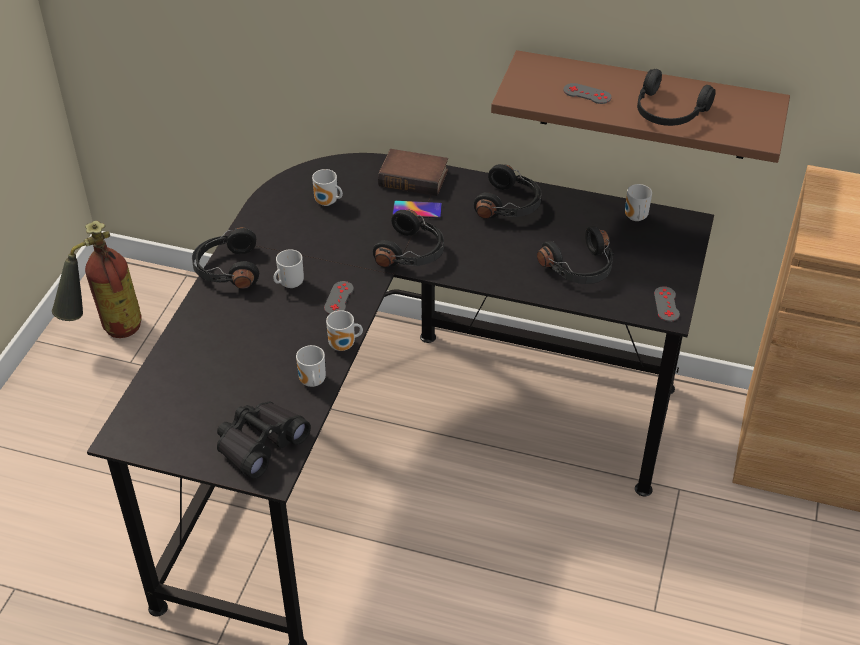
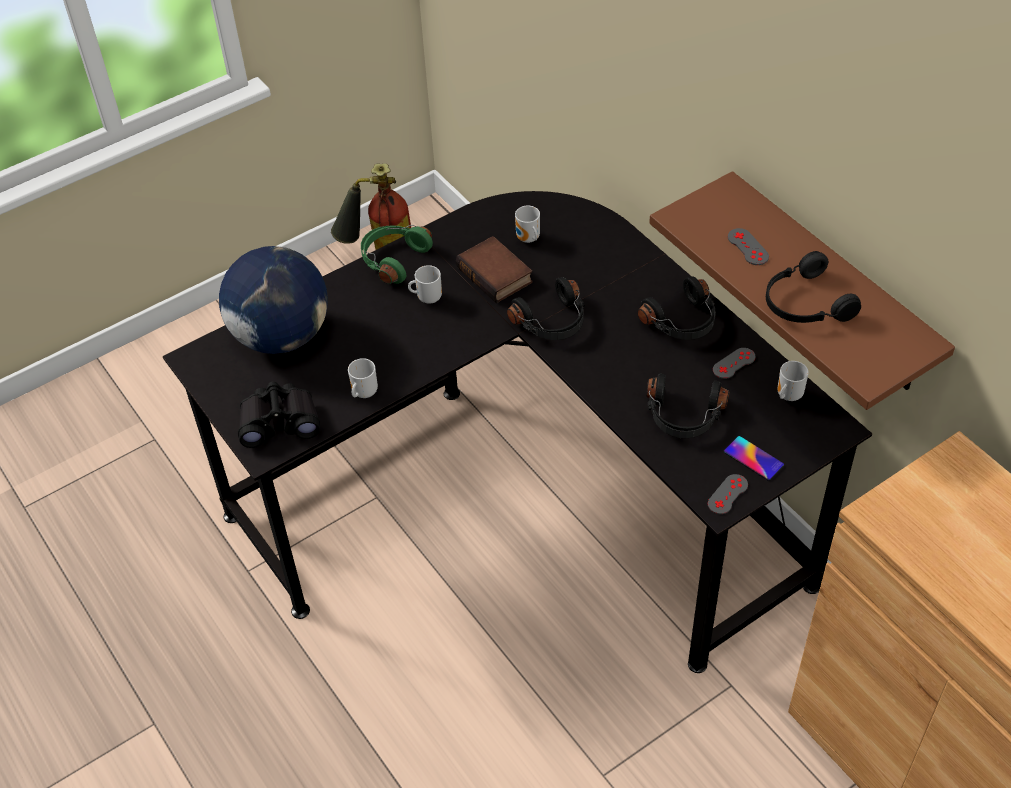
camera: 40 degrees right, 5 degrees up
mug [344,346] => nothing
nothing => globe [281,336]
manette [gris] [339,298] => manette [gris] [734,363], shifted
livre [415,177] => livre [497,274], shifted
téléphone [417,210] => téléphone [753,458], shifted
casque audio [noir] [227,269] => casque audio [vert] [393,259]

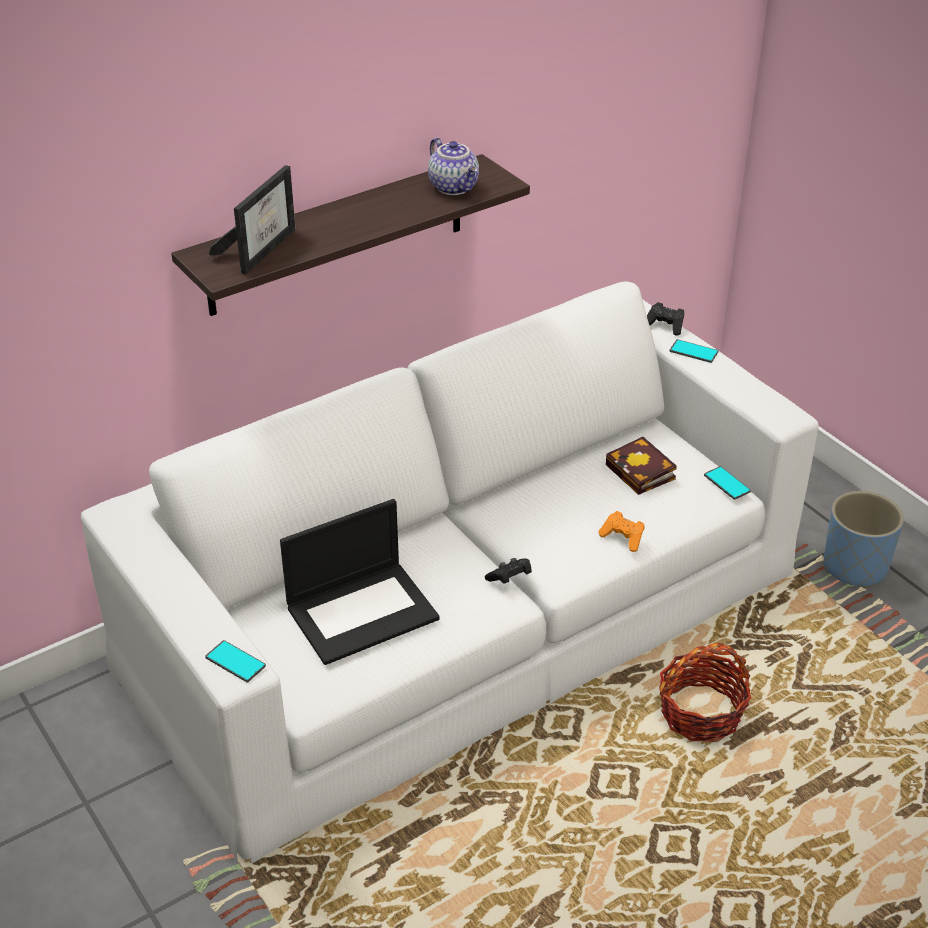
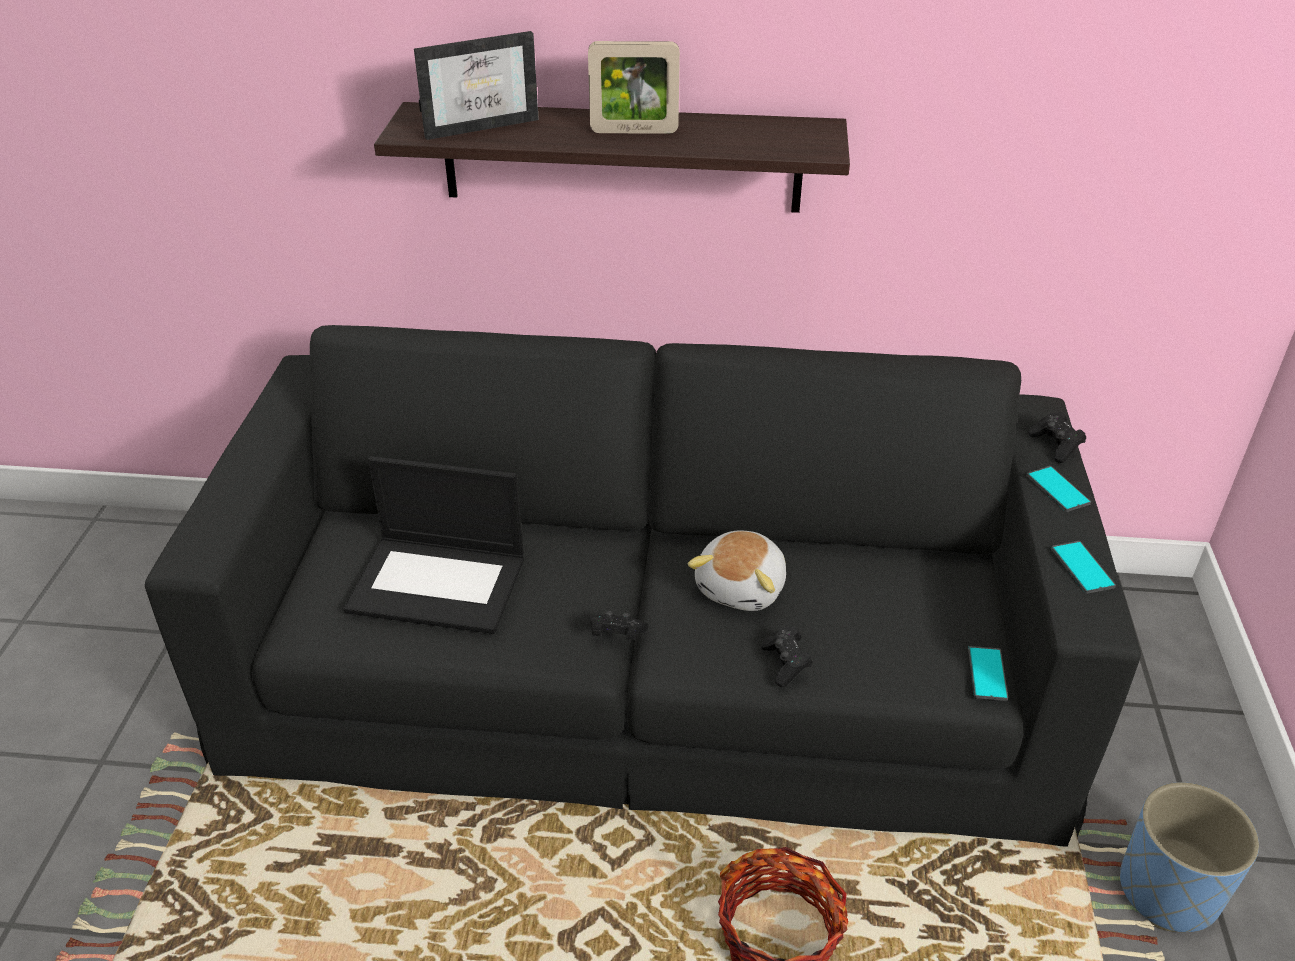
camera: 40 degrees right, 0 degrees up
théière [455,187] => nothing
livre [643,473] => nothing
nothing => cadre photo [634,131]
nothing => peluche [743,587]
téléphone [235,662] => téléphone [1082,568], shifted
canapé [blanc] [464,616] => canapé [noir] [648,665]
manette [orange] [623,538] => manette [noir] [786,664]

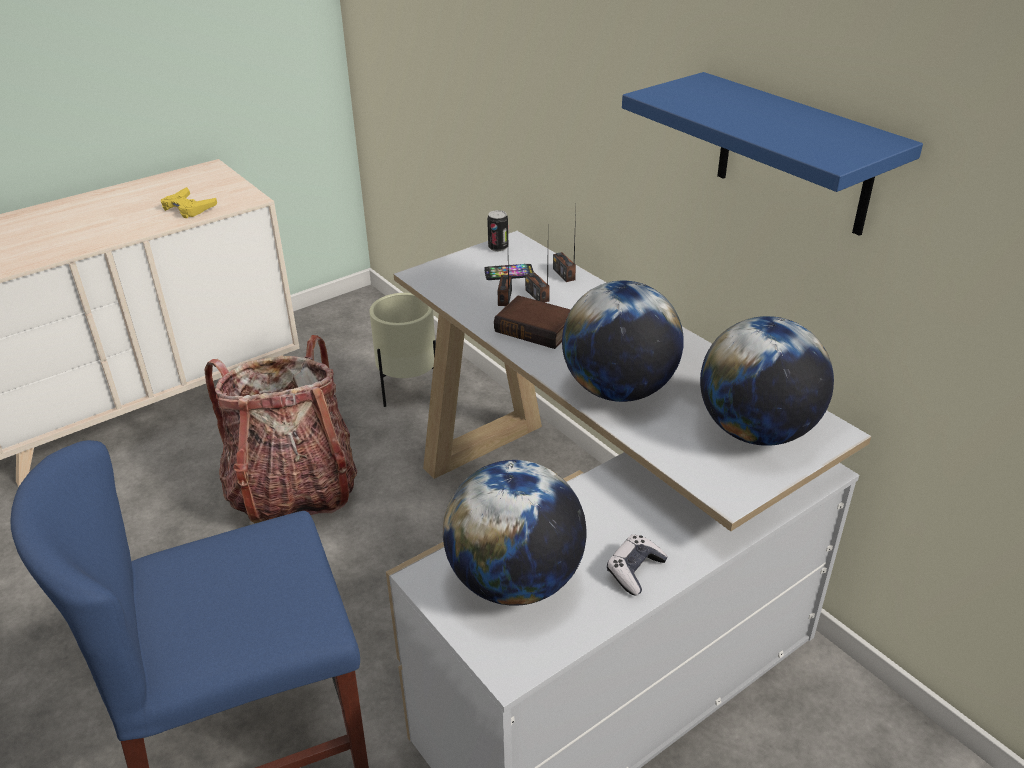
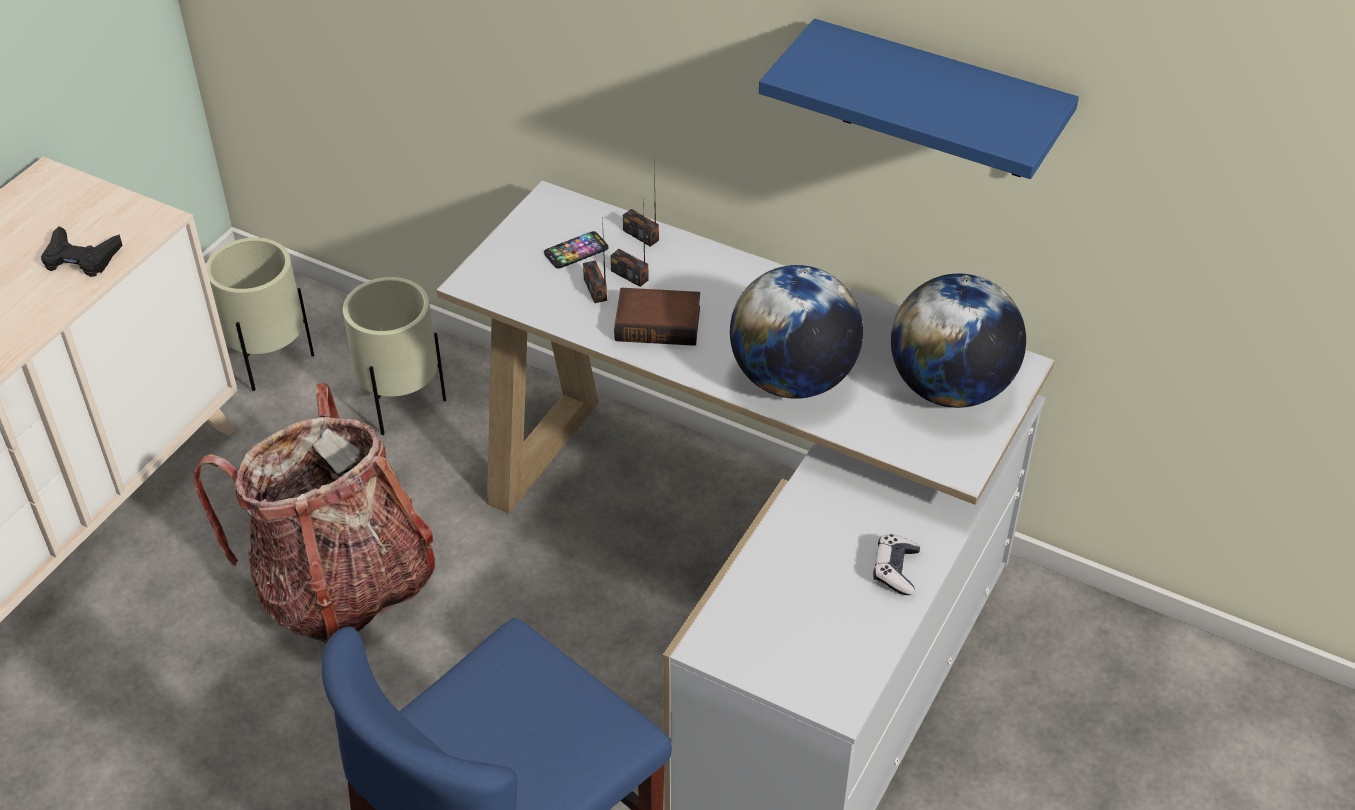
camera: 25 degrees left, 10 degrees up
globe [515,581] => nothing
boîte métallique [498,247] => nothing
nothing => cache-pot [beige] [272,363]
manette [jaune] [188,208] => manette [noir] [81,258]

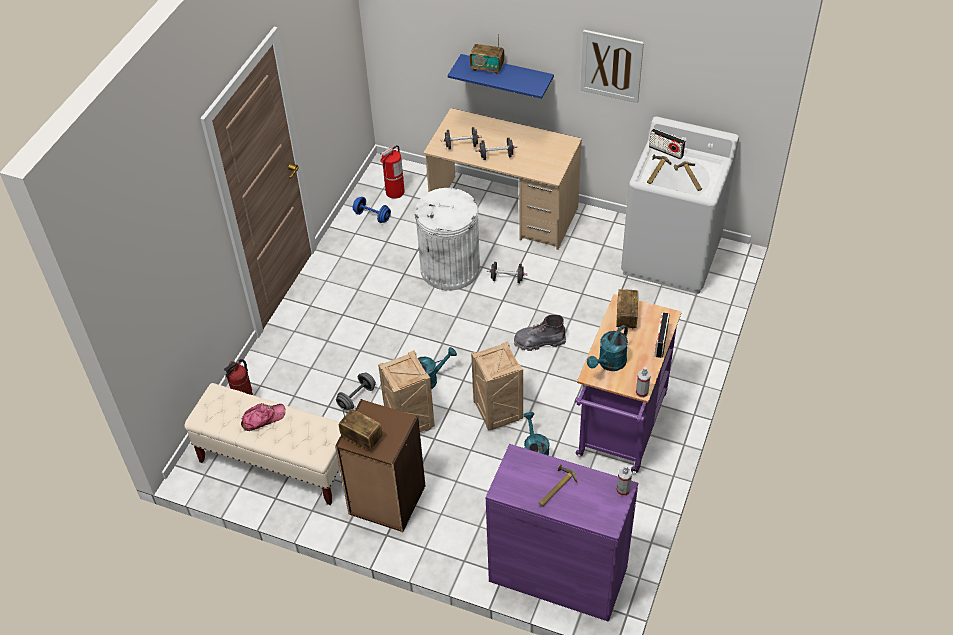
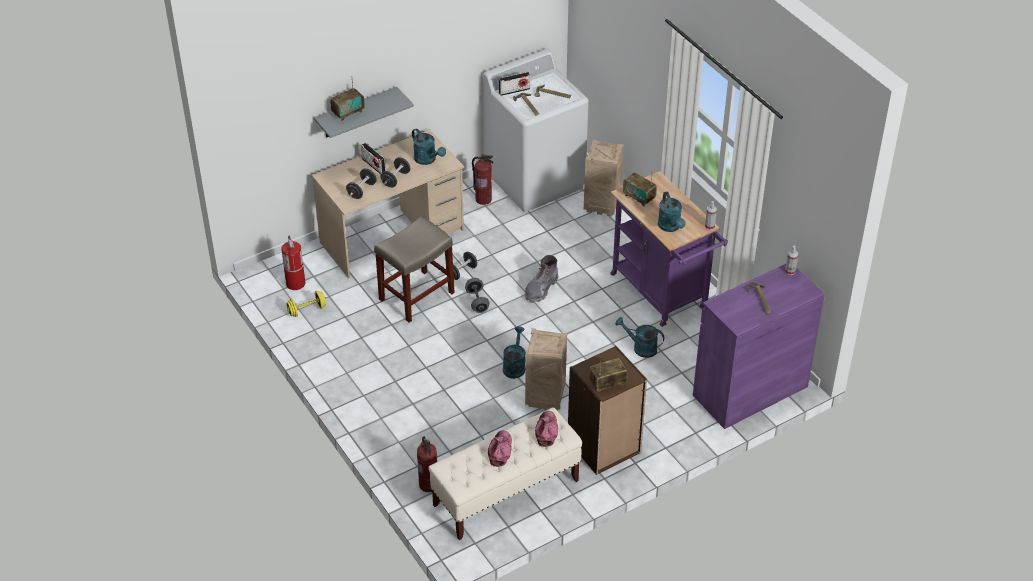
camera: 55 degrees left, 5 degrees down
tableau [611,66] => nothing
nothing => arrosoir [turquoise] [428,160]
nothing => extincteur [483,199]
nothing => casquette [546,430]
haltère [gris] [356,397] => haltère [gris] [477,301], shifted
caisse [499,414] => caisse [603,205], shifted
radio [661,342] => radio [373,165], shifted
poubelle [blanc] [449,269] => tabouret [beige] [416,297]
haltère [bleu] [372,216] => haltère [jaune] [307,310]
étagère [bleu] [507,76] => étagère [gris] [356,113]

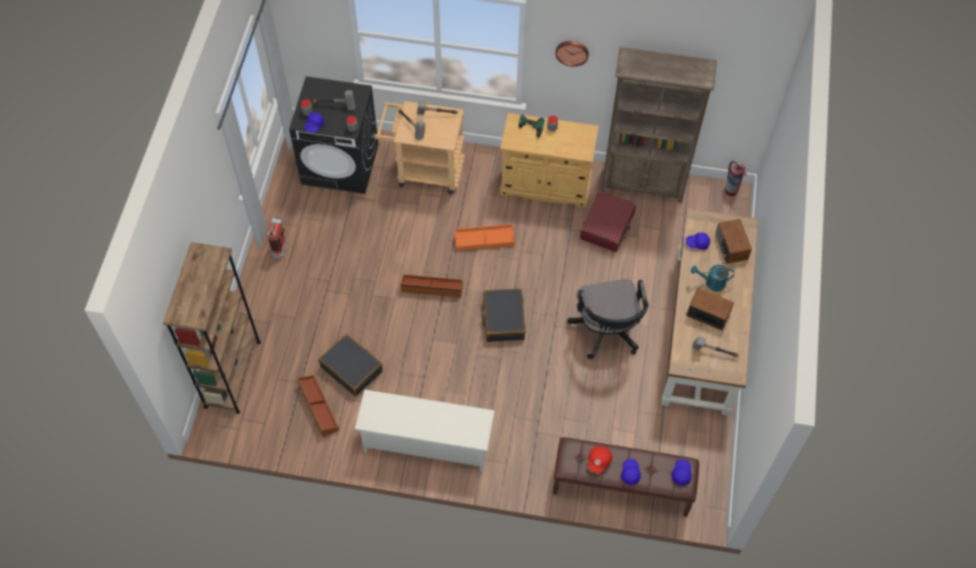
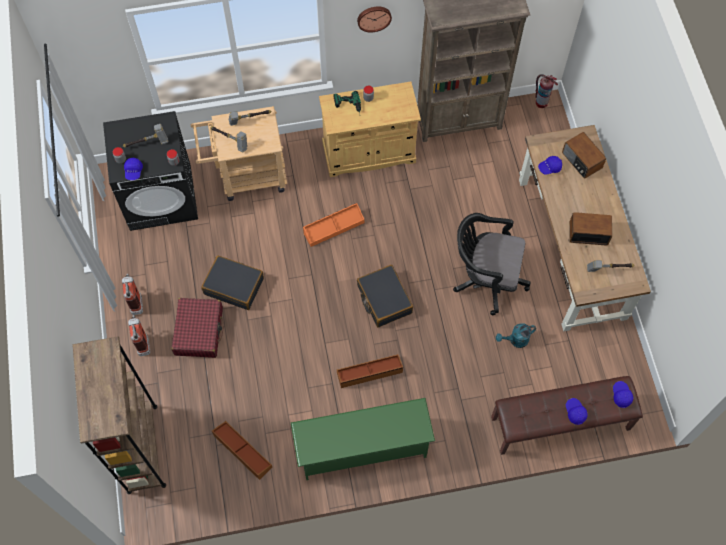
camera: 20 degrees left, 5 degrees up
casquette [rouge] [599,461] => nothing
nothing => extincteur [143,341]
valise [noir] [352,368] => valise [noir] [234,286], shifted
boîte de rangement [marron] [432,288] => boîte de rangement [marron] [369,373], shifted
valise [rouge] [607,226] => valise [rouge] [199,331], shifted
arrosoir [turquoise] [711,283] => arrosoir [turquoise] [515,340], shifted
étagère à chaussures [blanc] [426,443] => étagère à chaussures [vert] [362,448]
chaise de bureau [noir] [607,332] => chaise de bureau [noir] [485,278], 135 degrees clockwise

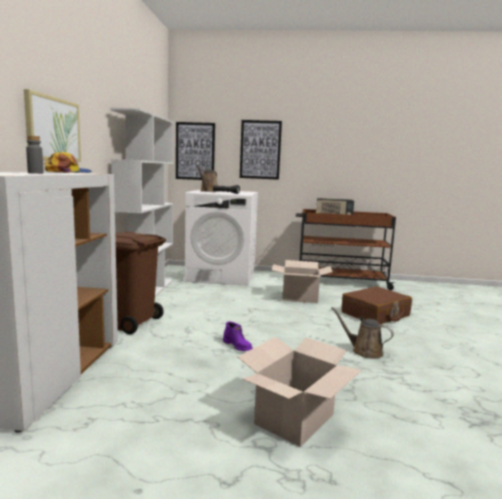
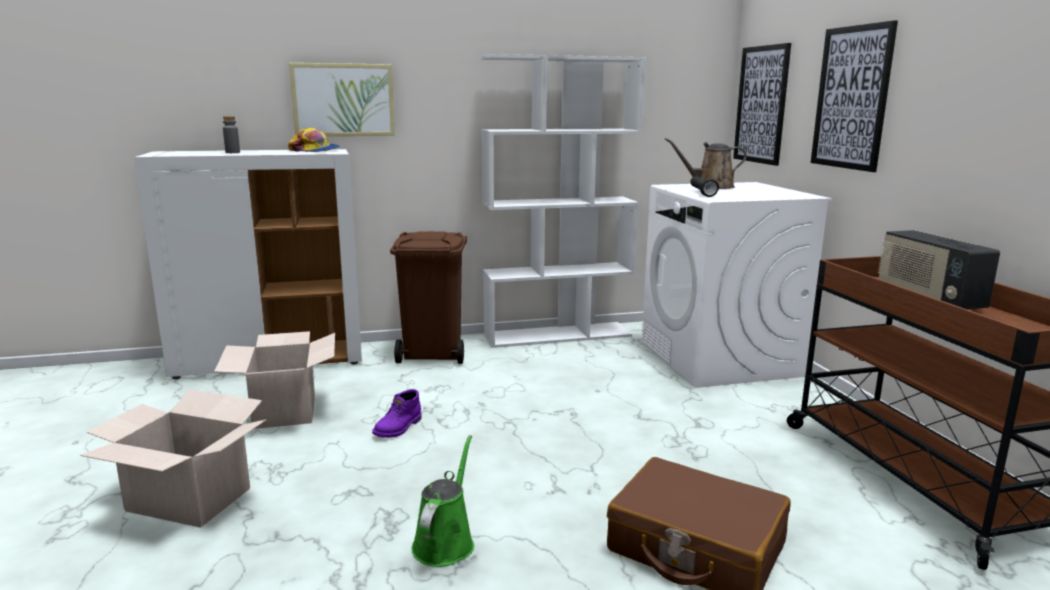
camera: 70 degrees right, 5 degrees up
carton [300,297] => carton [285,410], shifted
arrosoir [marron] [364,351] => arrosoir [vert] [445,542]

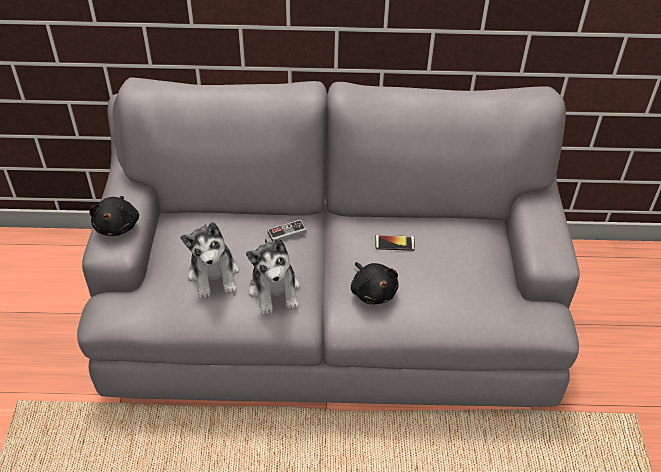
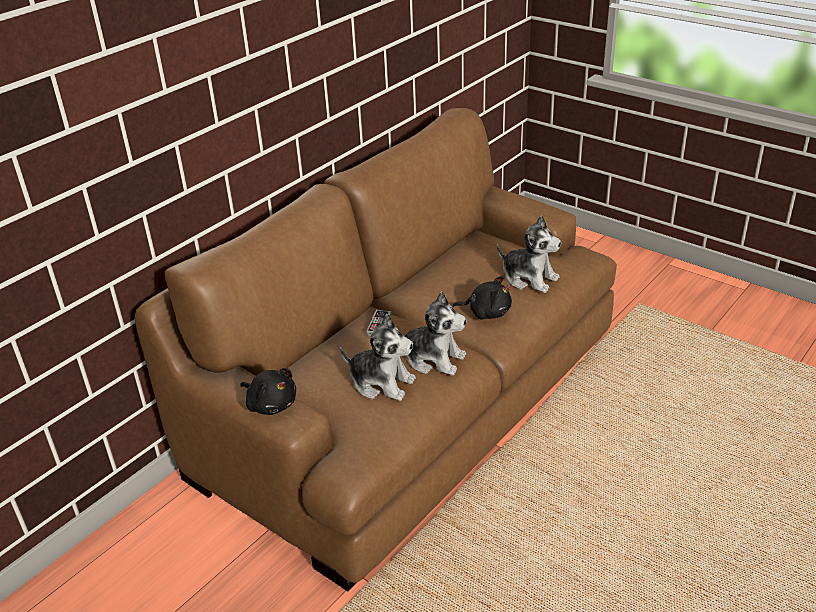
camera: 50 degrees left, 10 degrees down
téléphone [395,243] => nothing
nothing => peluche [529,278]
canapé [gris] [329,316] => canapé [marron] [411,401]

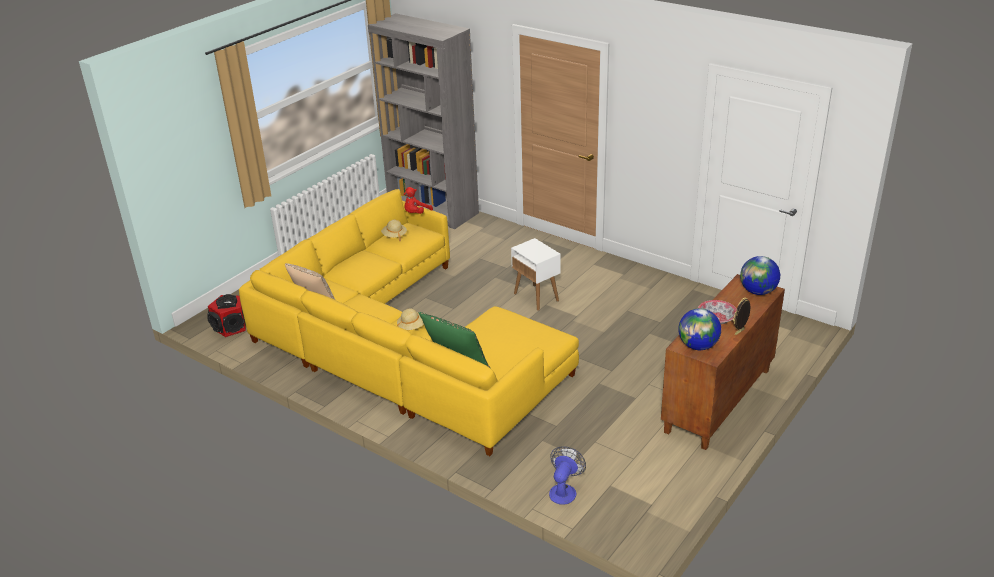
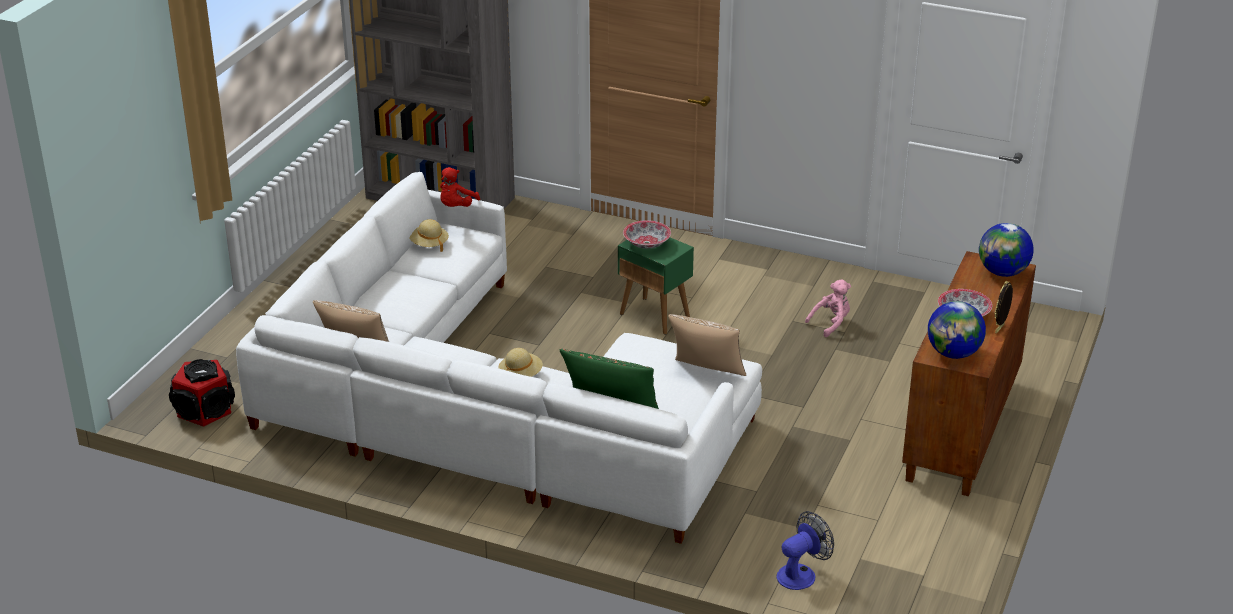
camera: 15 degrees left, 0 degrees up
nothing => bol [646,243]
nothing => coussin [706,374]
nothing => peluche [rose] [831,323]
canapé [jaune] [403,346] => canapé [blanc] [488,408]
table d'appoint [blanc] [536,297] => table d'appoint [vert] [655,316]
ventilateur [564,490] => ventilateur [801,574], 45 degrees clockwise

